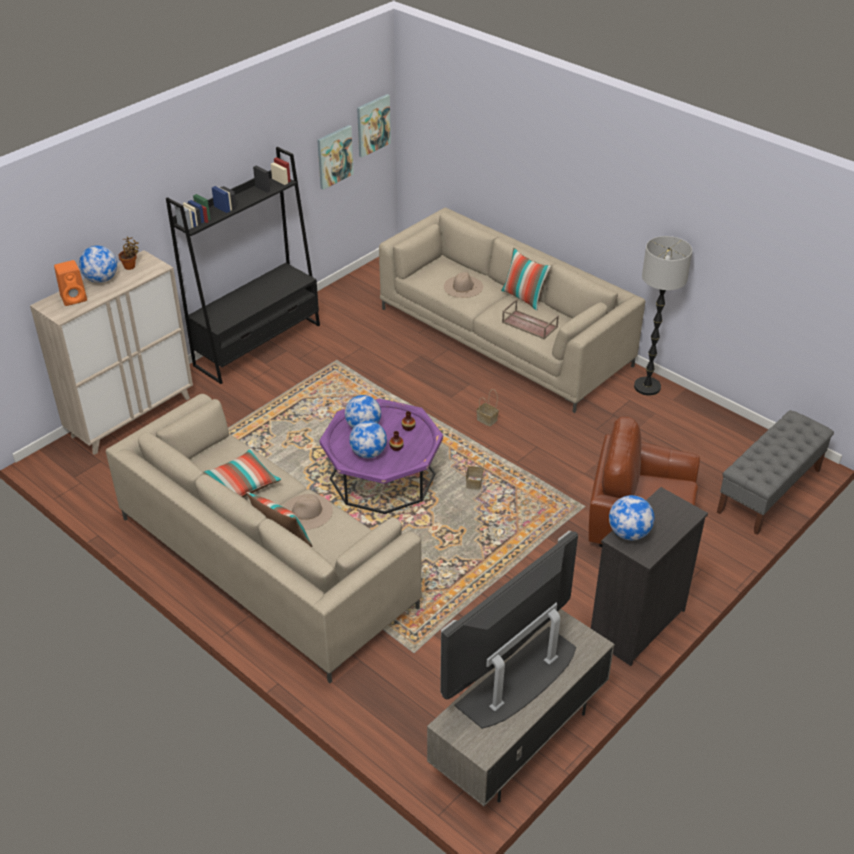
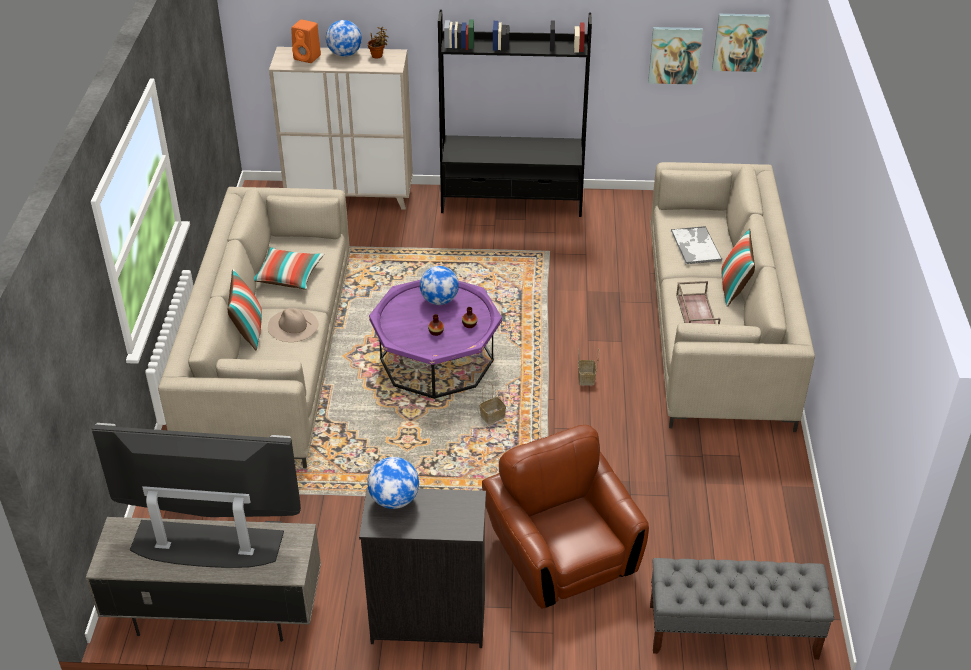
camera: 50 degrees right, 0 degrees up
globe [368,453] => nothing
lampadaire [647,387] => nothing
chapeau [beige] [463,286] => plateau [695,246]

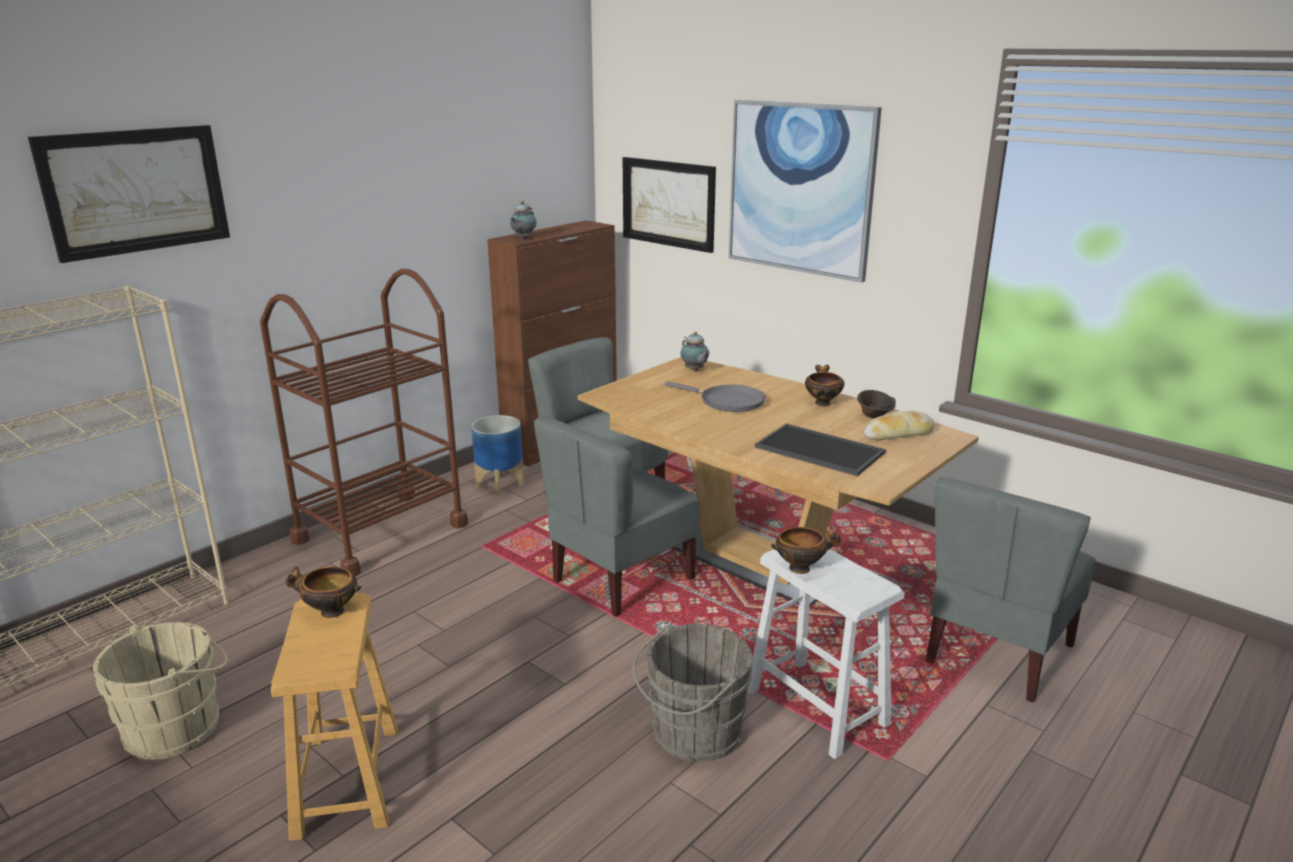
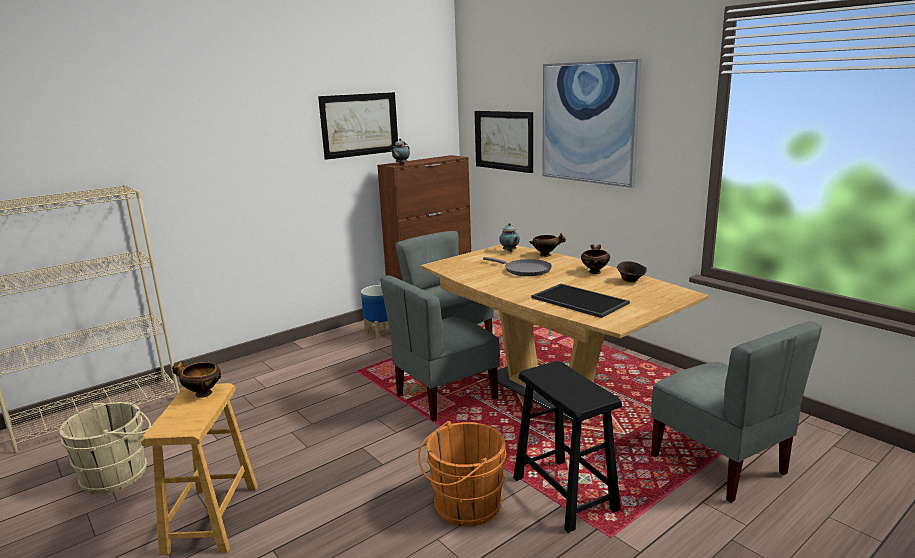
camera: 10 degrees right, 5 degrees down
chariot [marron] [380,532] => nothing
pain [898,434] => nothing
tableau [136,191] => tableau [359,124], shifted
bol [801,568] => bol [546,255], shifted
seau [gris] [692,734] => seau [orange] [464,506]
tabouret [blanc] [816,707] => tabouret [noir] [564,494]
chaise [gris] [996,653] => chaise [gris] [719,464], 75 degrees counterclockwise

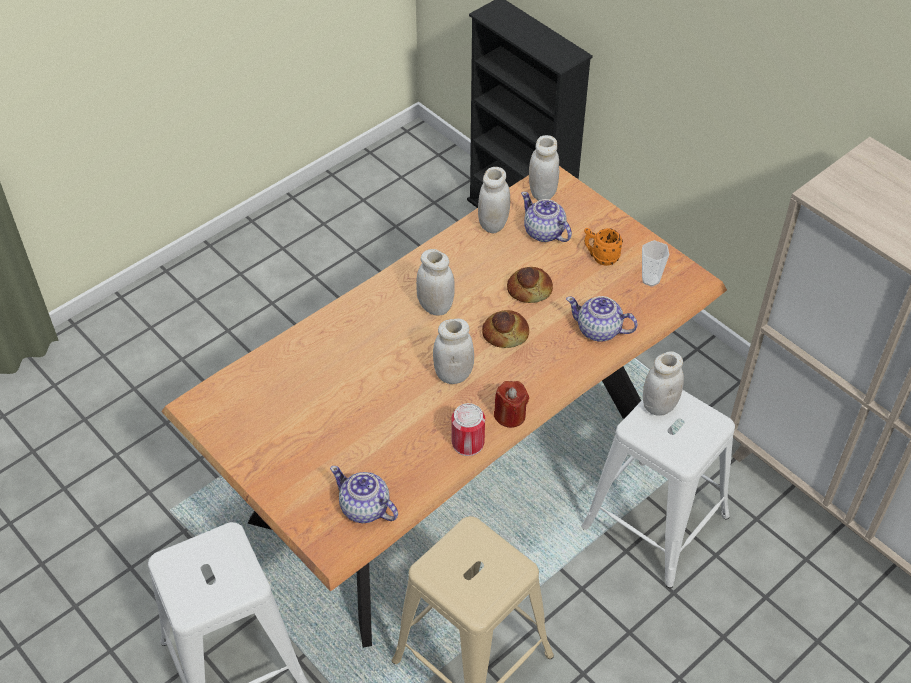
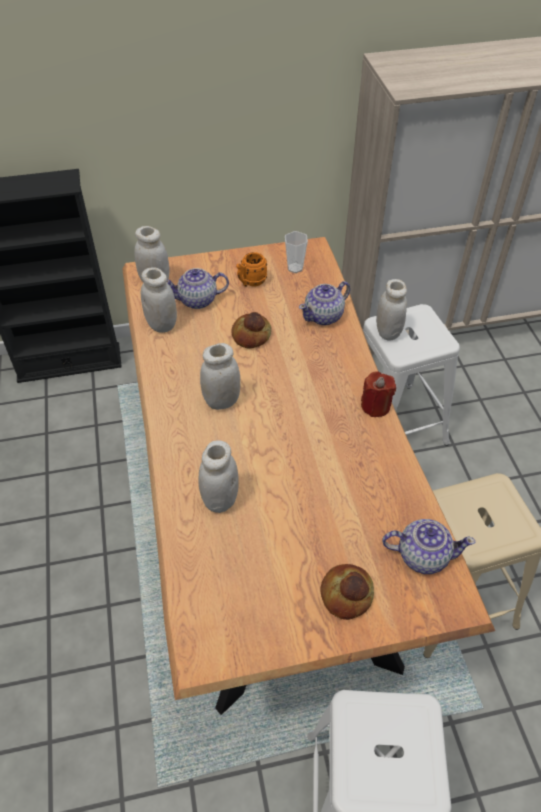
camera: 60 degrees left, 0 degrees up
boîte métallique [468,443] => nothing
bocal [blanc] [453,374] => bocal [blanc] [220,499], shifted
pain [505,333] => pain [346,594], shifted
théière [365,508] => théière [422,555], 150 degrees counterclockwise

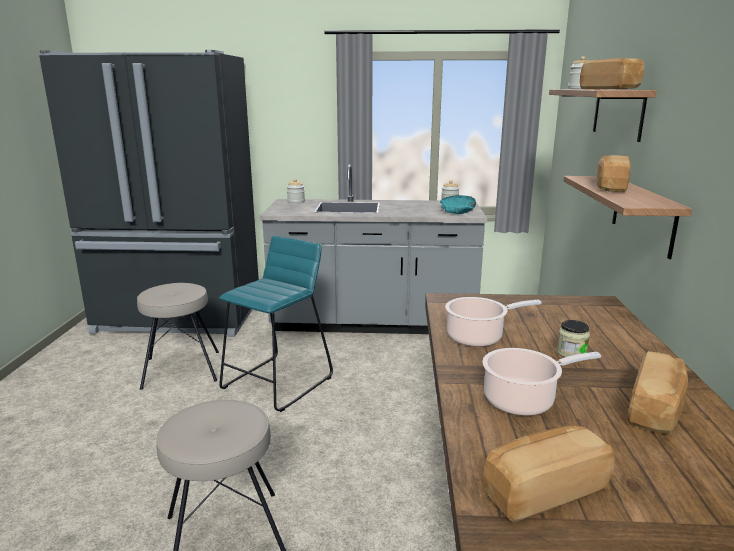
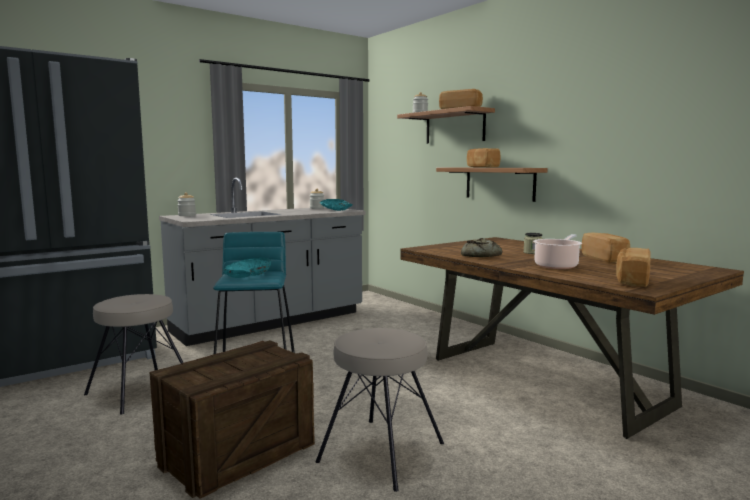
camera: 40 degrees left, 10 degrees down
nothing => caisse [238,453]
nothing => bol [turquoise] [248,275]
marmite [478,337] => pain [480,255]

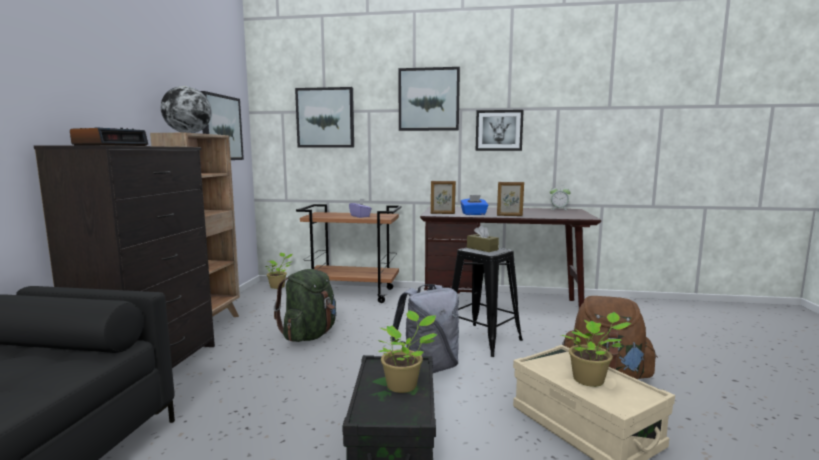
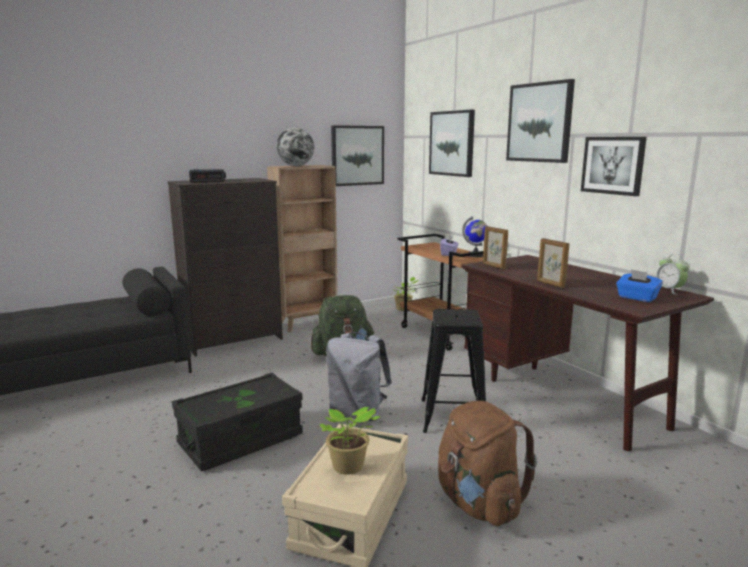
camera: 50 degrees right, 5 degrees up
plante en pot [404,385] => nothing
boîte à mouchoirs [marron] [482,249] => nothing
nothing => globe [475,255]
boîte à mouchoirs [bleu] [474,214] => boîte à mouchoirs [bleu] [637,298], shifted

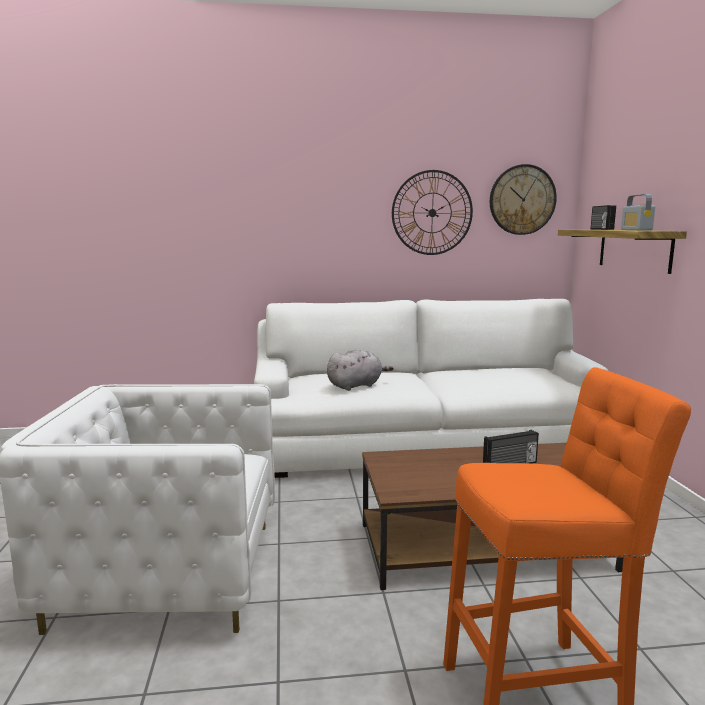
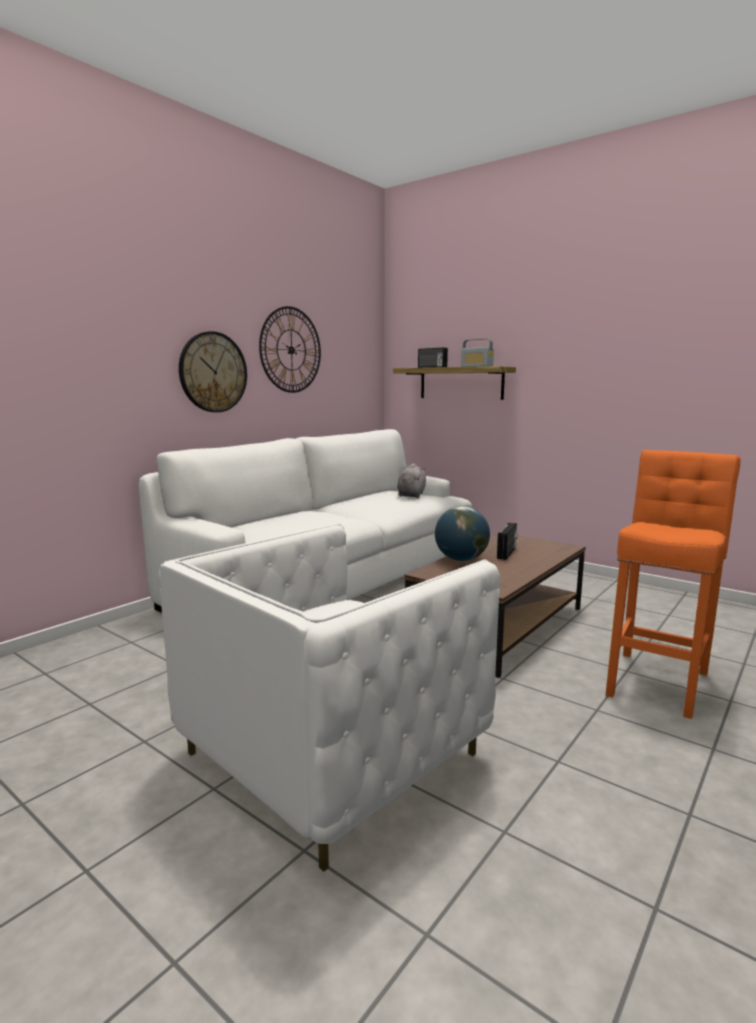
camera: 45 degrees left, 0 degrees up
nothing => globe [461,560]
peluche [gris] [356,385] => peluche [gris] [411,495], shifted
horloge murale [522,200] => horloge murale [213,372], shifted

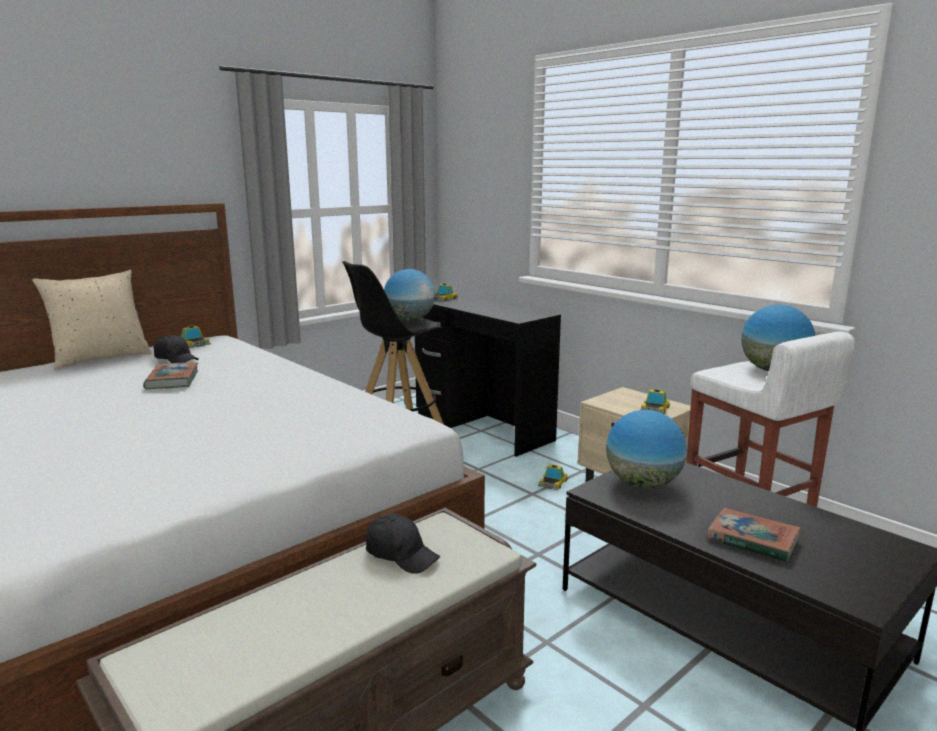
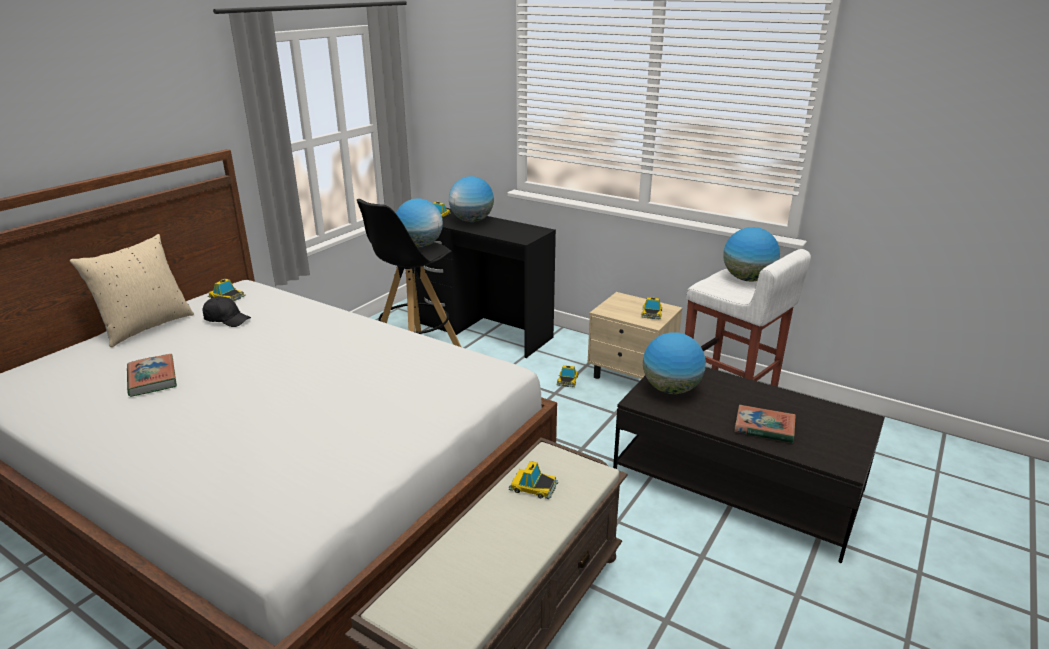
camera: 15 degrees left, 10 degrees up
nothing => globe [472,221]
livre [172,380] => livre [152,379], shifted
casquette [noir] [401,555] => petite voiture [533,486]

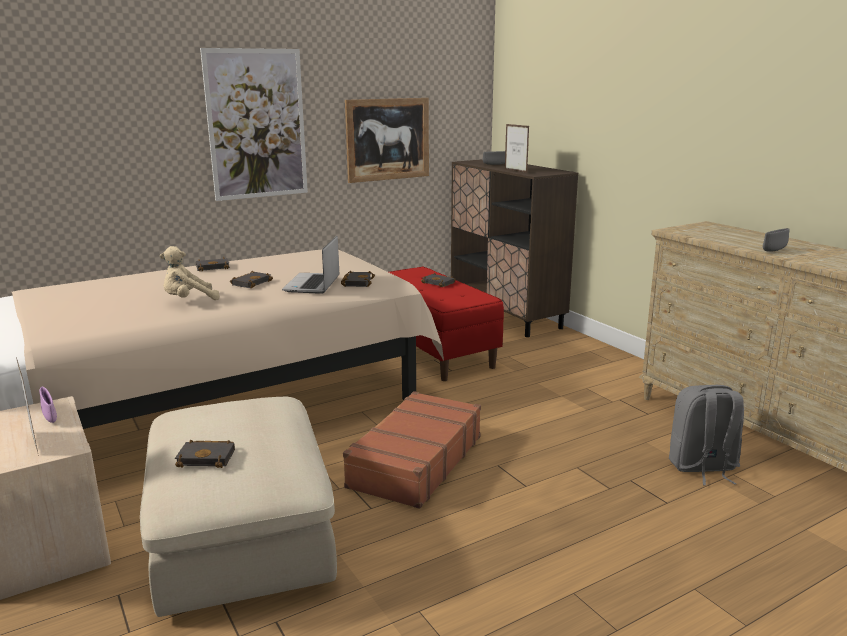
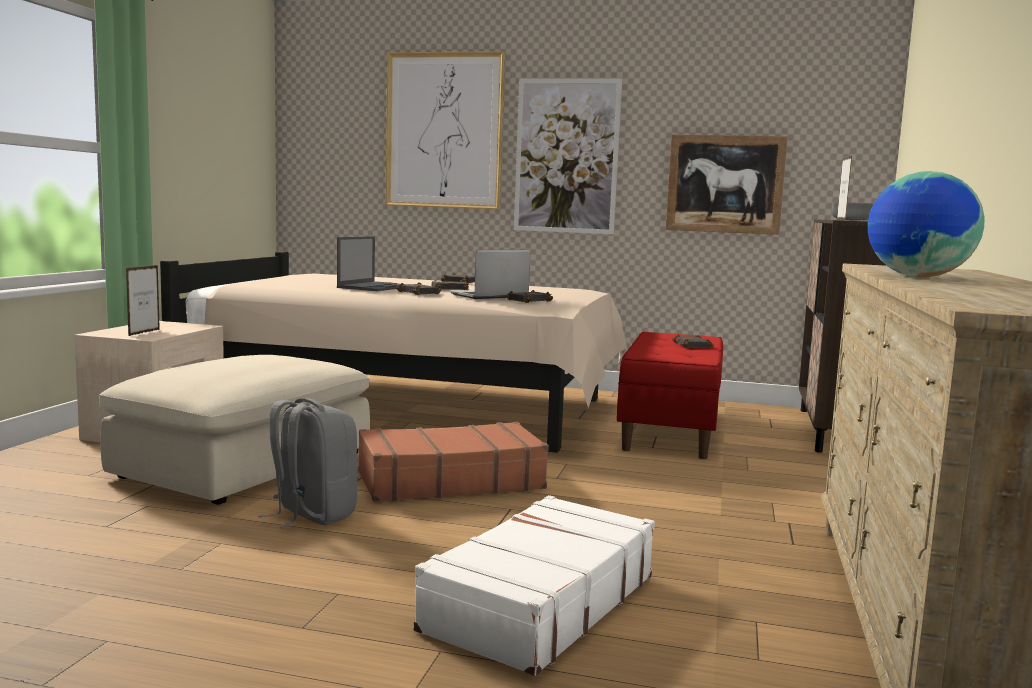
camera: 45 degrees right, 10 degrees down
bol [violet] [50,417] => nothing
nothing => tableau [444,131]
nothing => valise [blanc] [539,603]
livre [noir] [208,457] => livre [noir] [420,293], shifted
sac à dos [gris] [702,467] => sac à dos [gris] [311,514], shifted
peluche [beige] [189,300] => ordinateur portable [375,287]
bol [gris] [774,250] => globe [918,277]

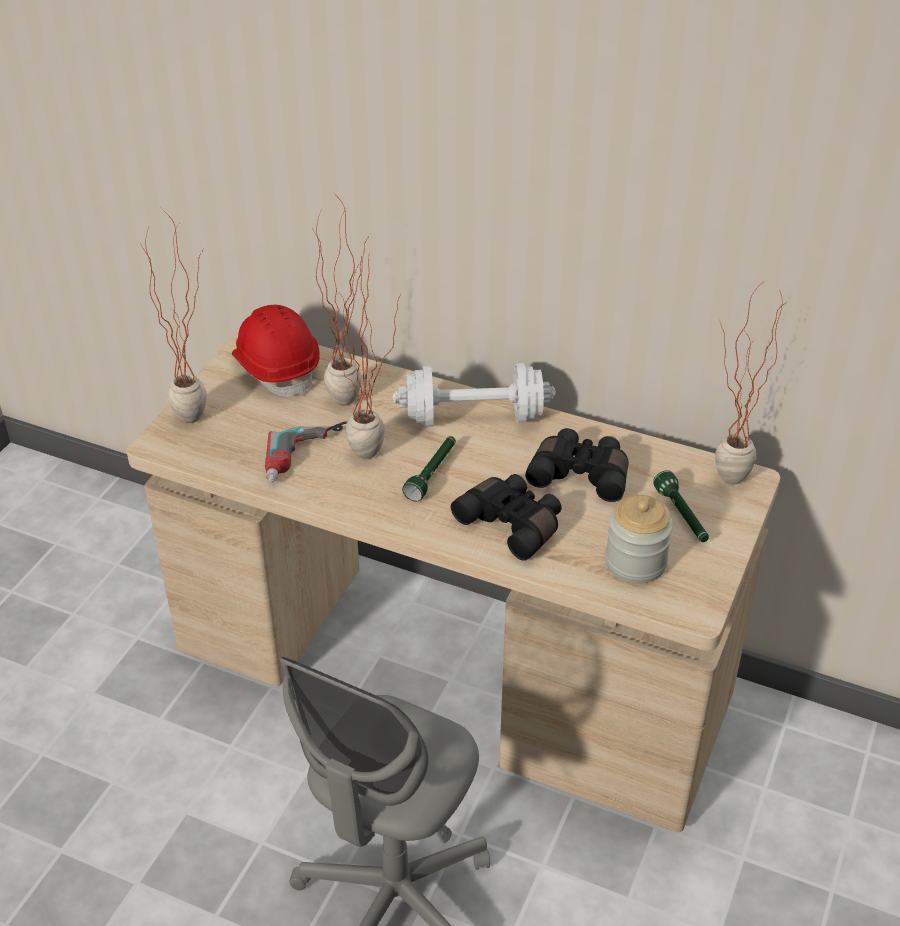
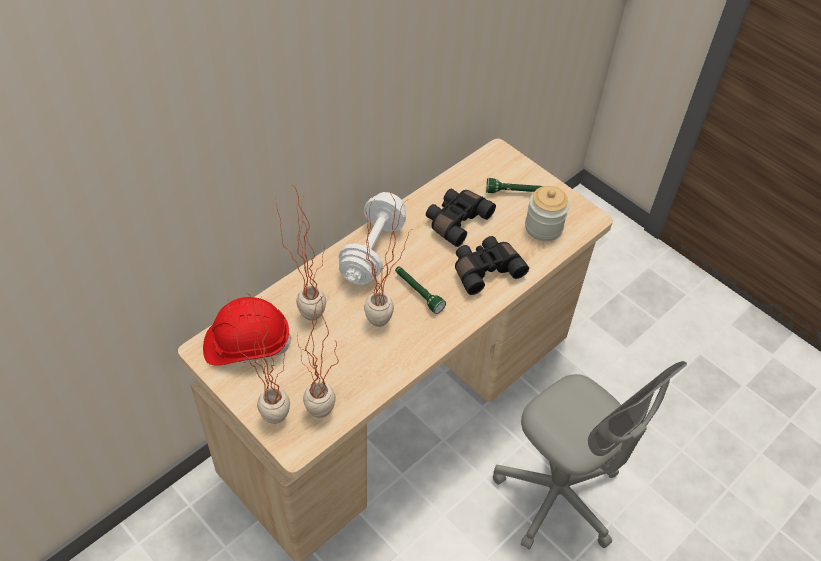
camera: 70 degrees left, 10 degrees up
perceuse [308,457] => nothing
plante en pot [721,484] => plante en pot [321,420], shifted

